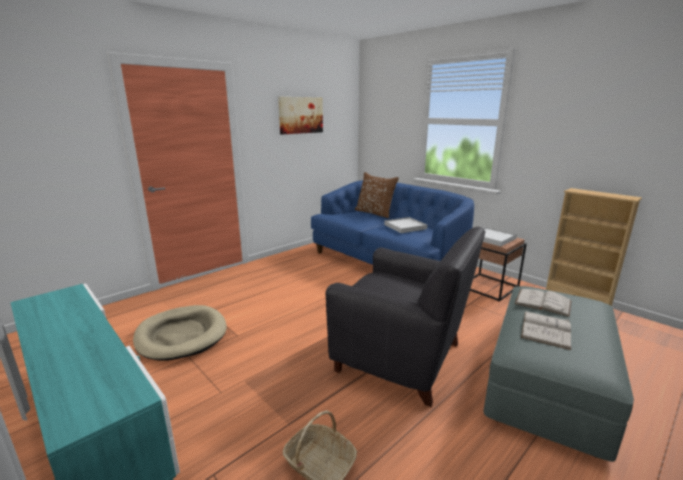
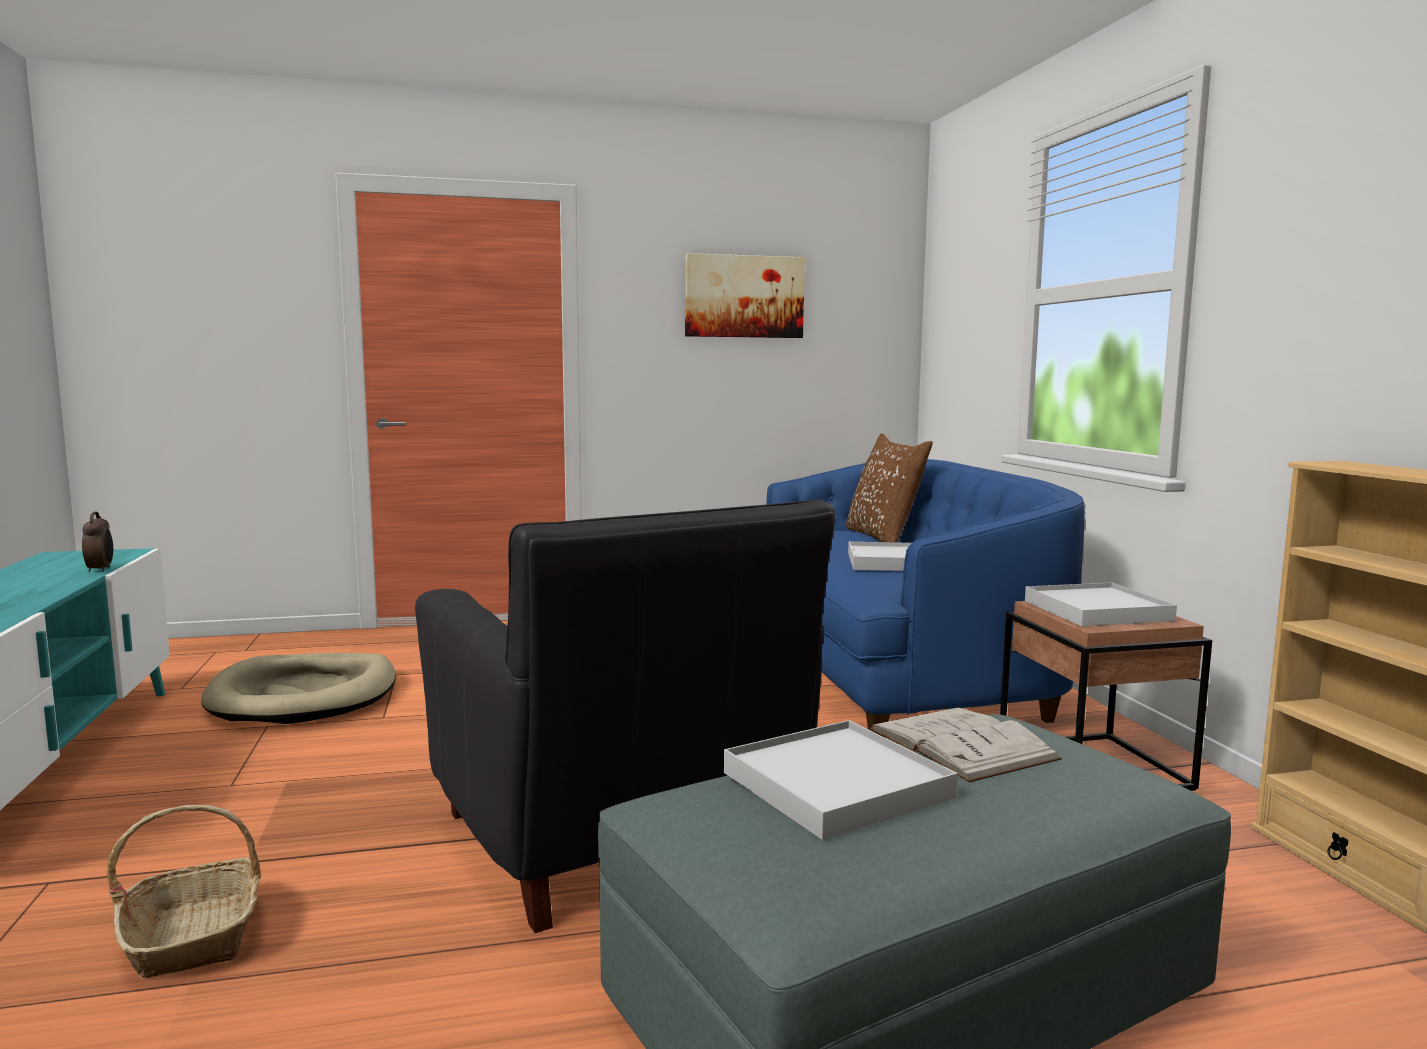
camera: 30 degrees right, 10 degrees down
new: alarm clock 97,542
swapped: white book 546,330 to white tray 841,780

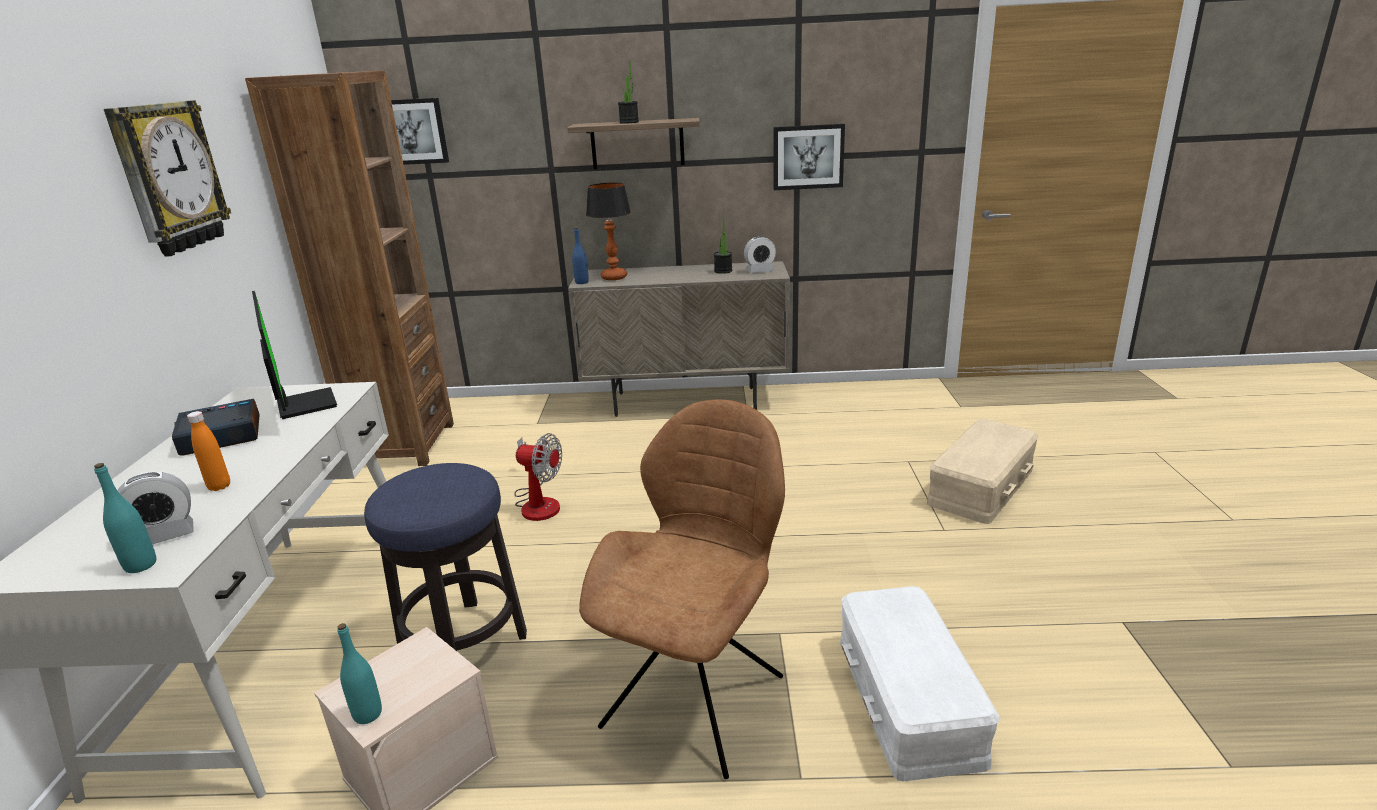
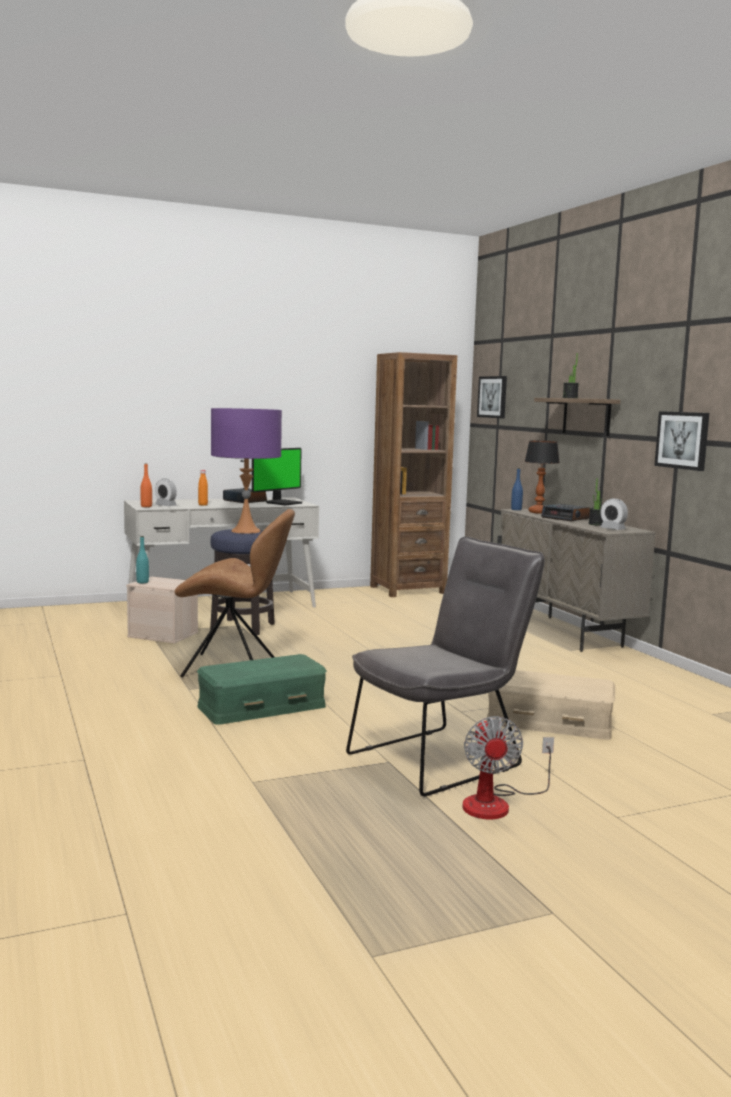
camera: 65 degrees right, 15 degrees down
gone: wall clock 167,178
new: purple table lamp 246,471; grey chair 445,666; alarm clock 565,512
shifted: fan 538,477 to 508,768
repainted: turquoise bottle 125,518 to orange bottle 146,485; white storage box 920,683 to green storage box 262,689

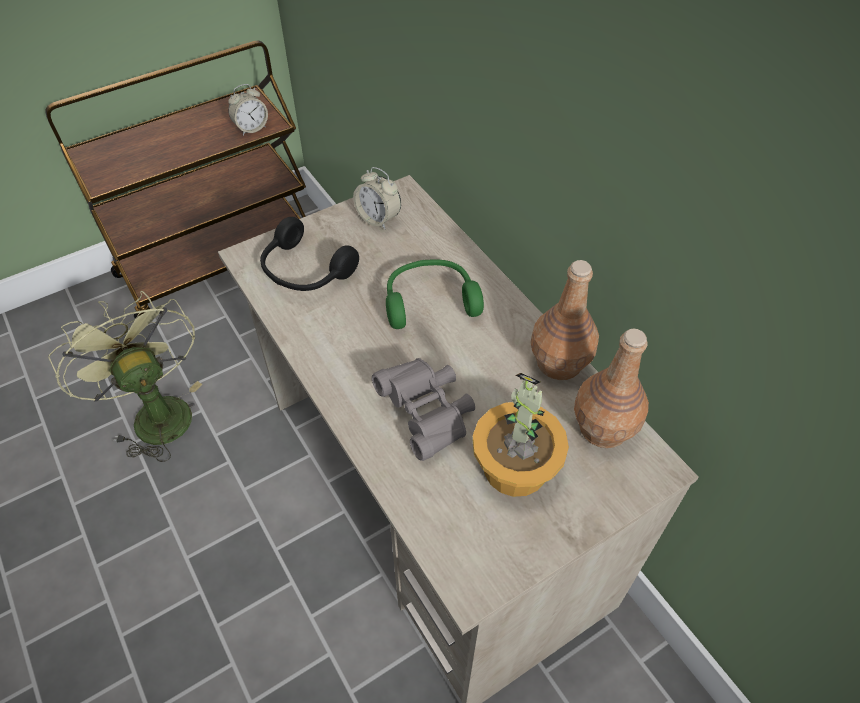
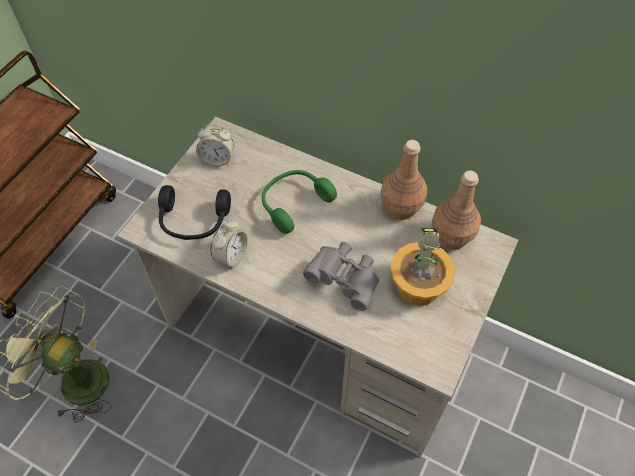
camera: 30 degrees left, 5 degrees up
shifted: alarm clock 248,109 to 229,244

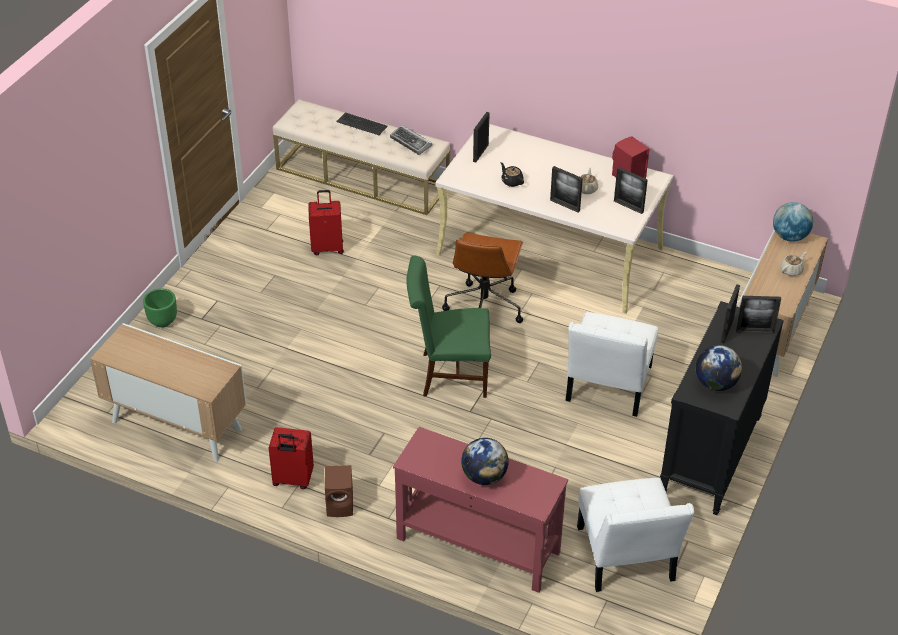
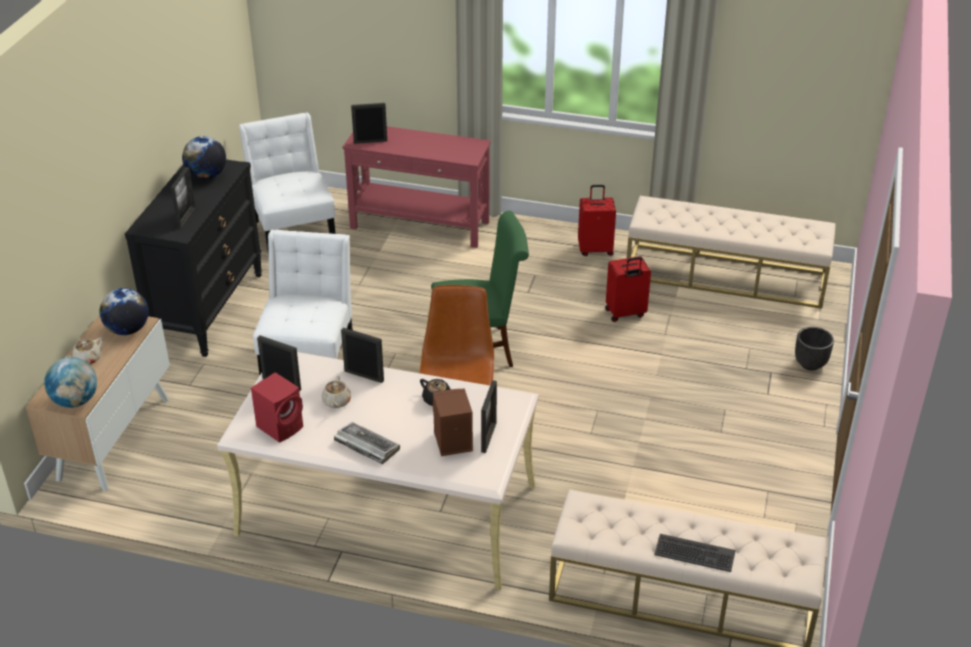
camera: 170 degrees right, 5 degrees down
shifted: globe 485,461 to 124,311; keyboard 411,140 to 367,443; picture frame 758,315 to 369,123; brown speaker 339,491 to 453,422; red suitcase 326,222 to 628,289
swapped: cabinet 168,392 to beige bench 731,252
repainted: green planter 160,307 to black planter 814,349

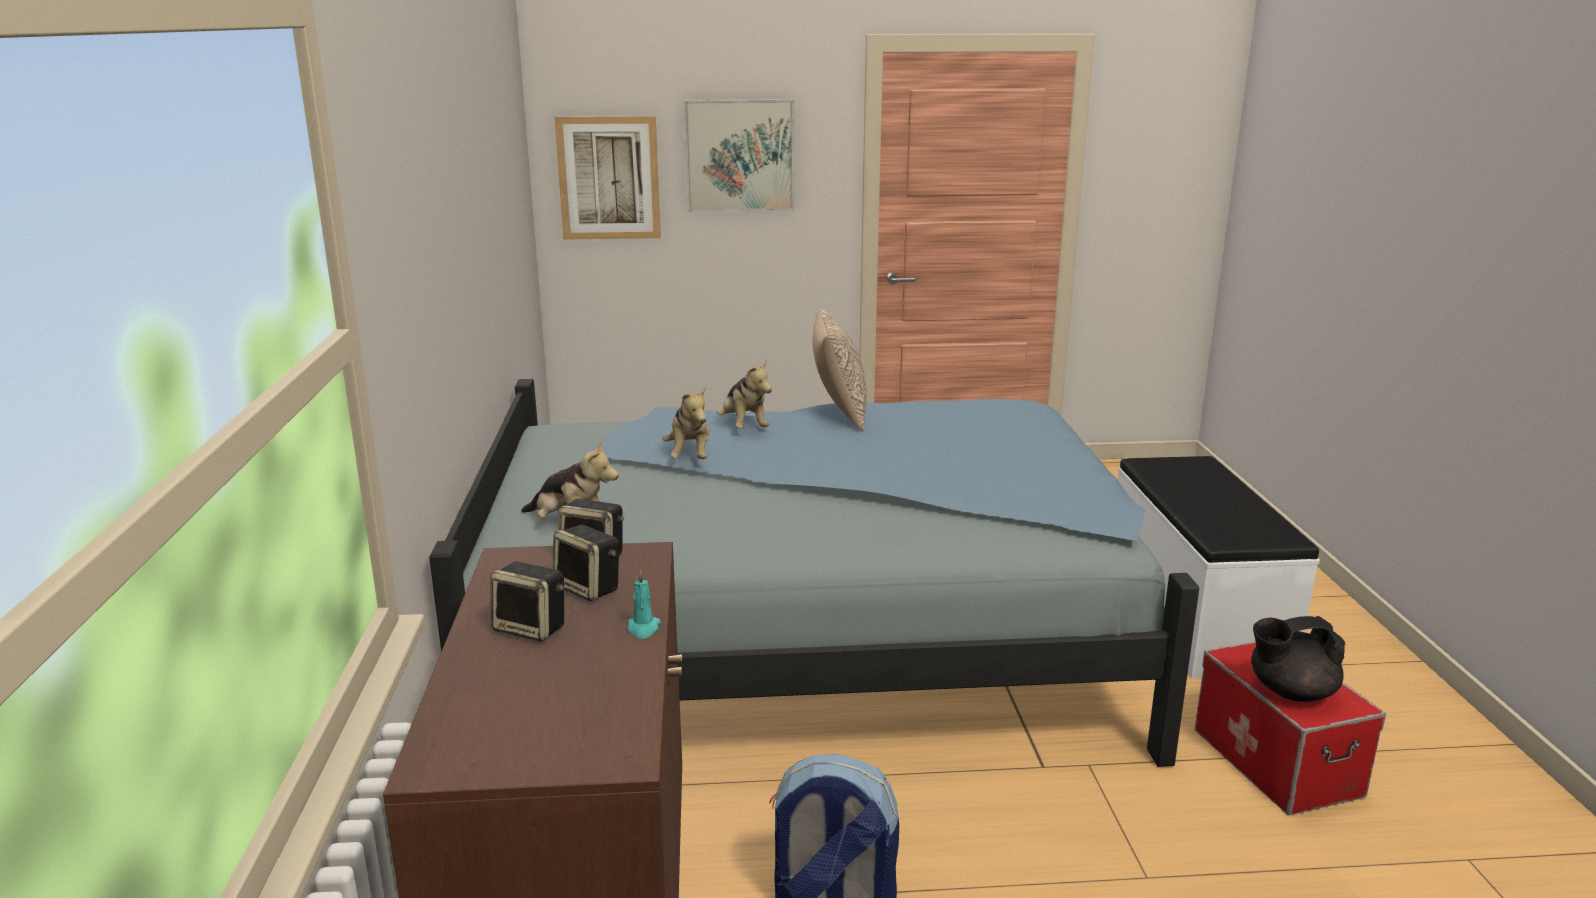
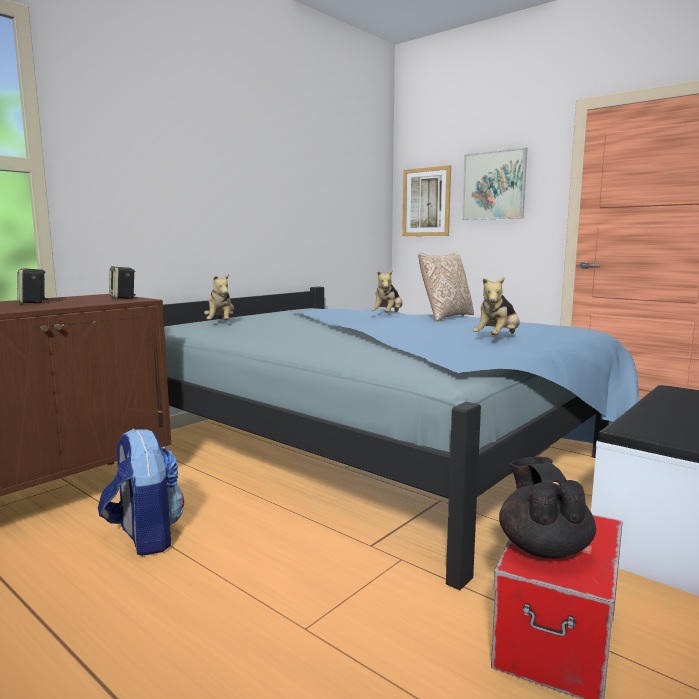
camera: 45 degrees right, 10 degrees down
gone: speaker 586,563; turquoise candle 644,604
shifted: plush toy 686,422 to 496,306
rotated: black teapot 1298,659 = 547,507 45 degrees clockwise

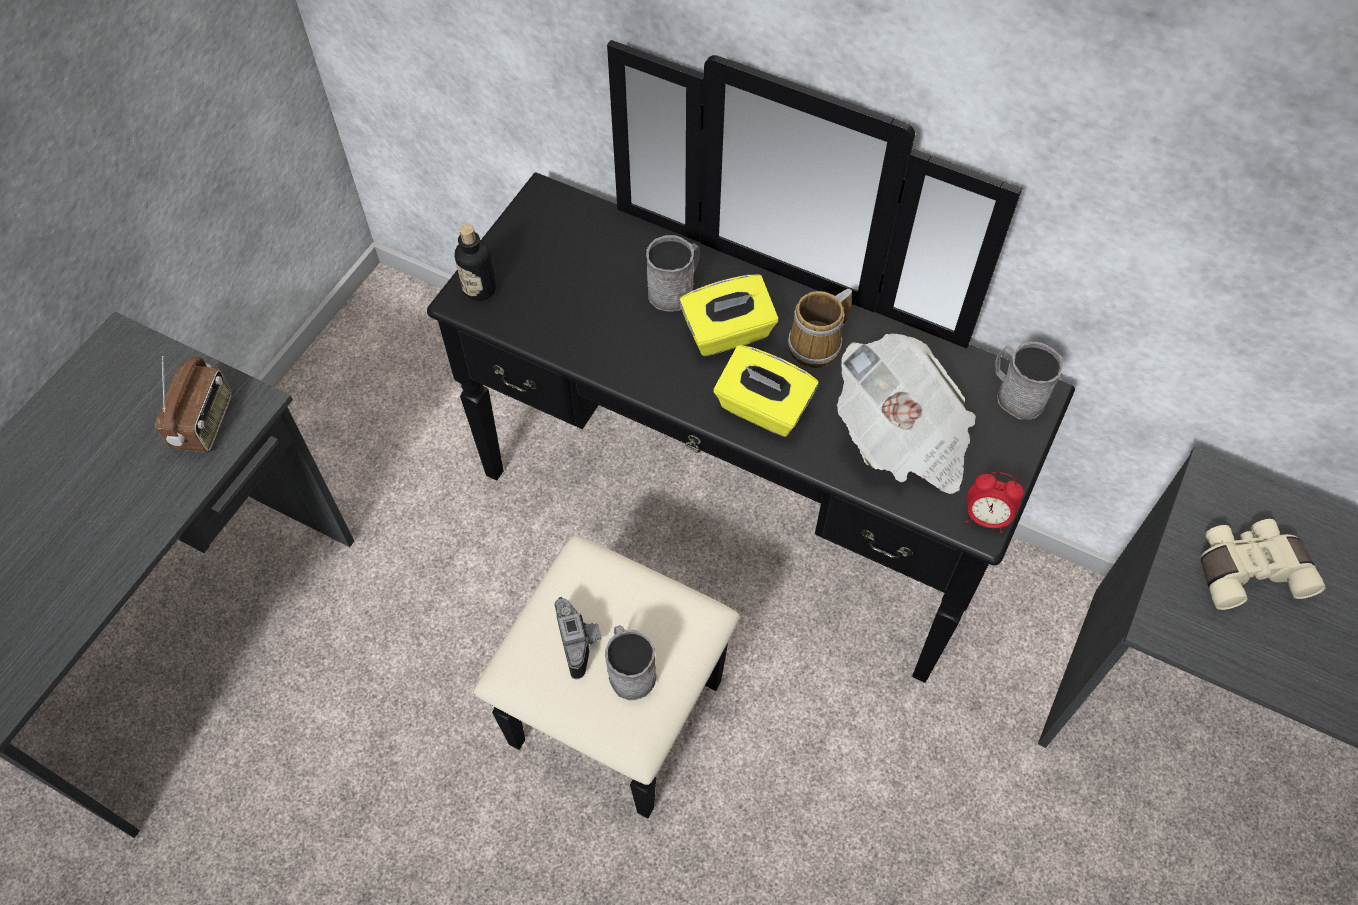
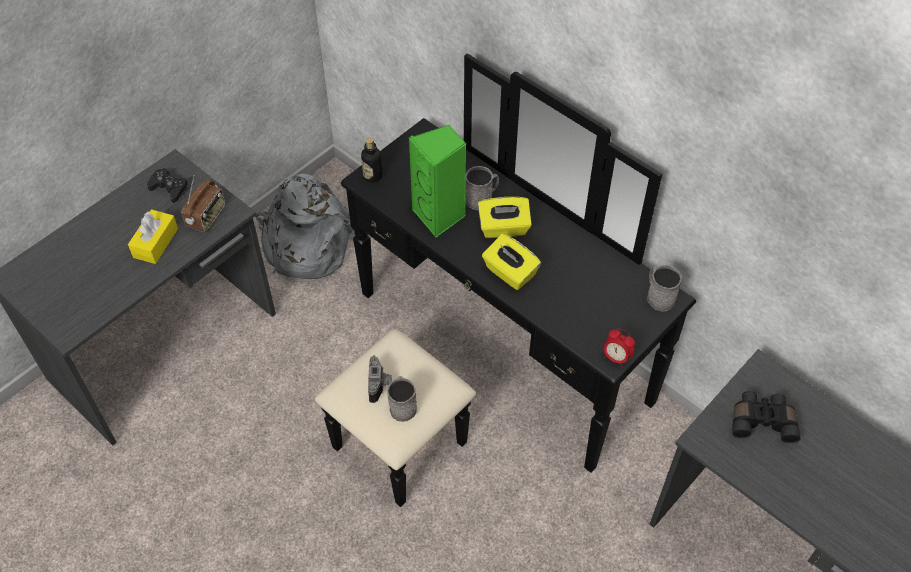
camera: 15 degrees right, 5 degrees down
gone: mug 820,328; newspaper 906,414
new: yellow tissue box 153,236; black game controller 168,185; grey backpack 305,226; green speaker 437,181
repainted: beige binoculars 1263,564 to black binoculars 766,417

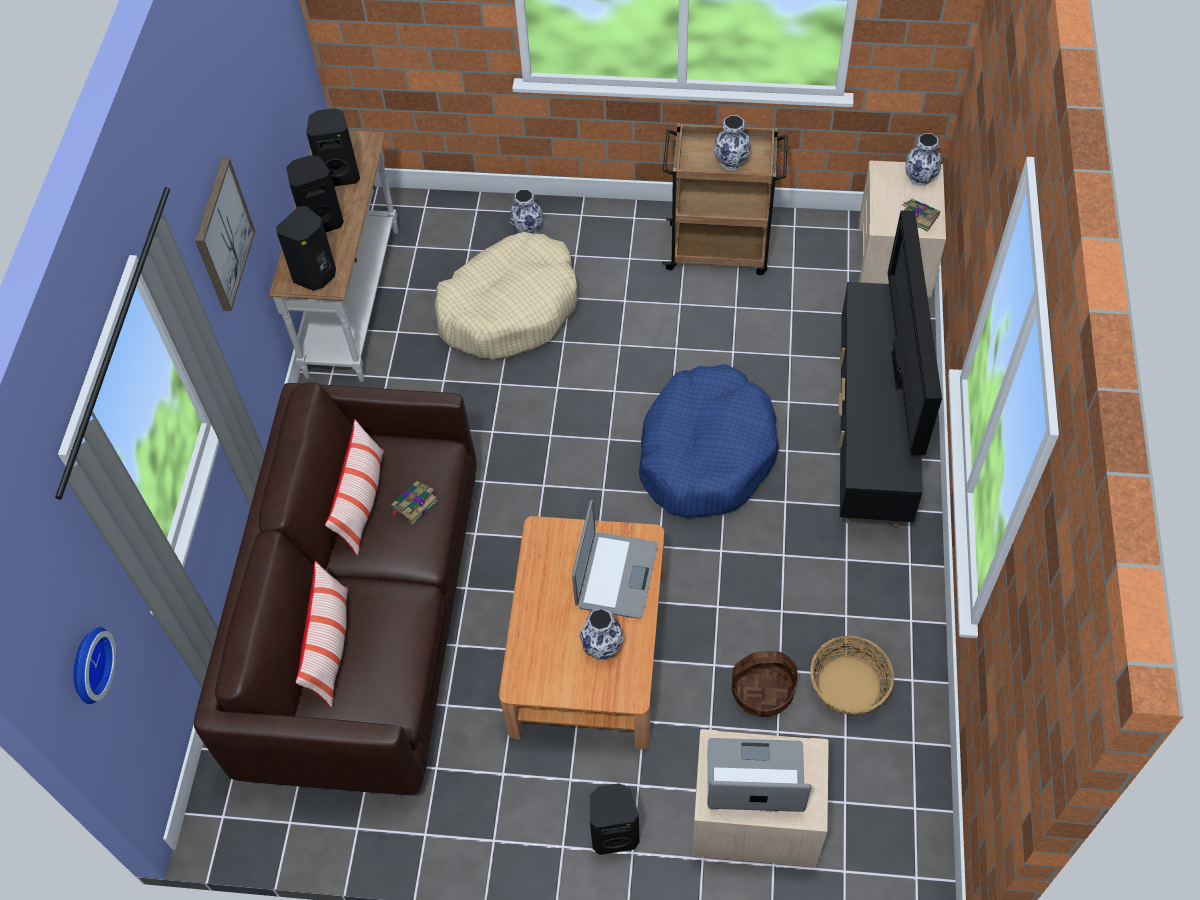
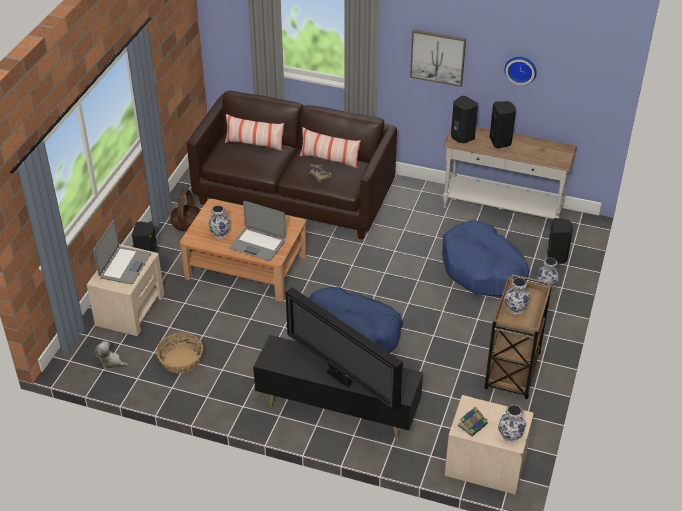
camera: 100 degrees right, 15 degrees down
new: plush toy 111,355
shifted: basket 764,684 to 185,210; wall clock 94,665 to 521,71; black speaker 333,147 to 560,241
repainted: beige dog bed 506,295 to blue dog bed 485,258
rotated: television 915,332 = 344,348 150 degrees counterclockwise

